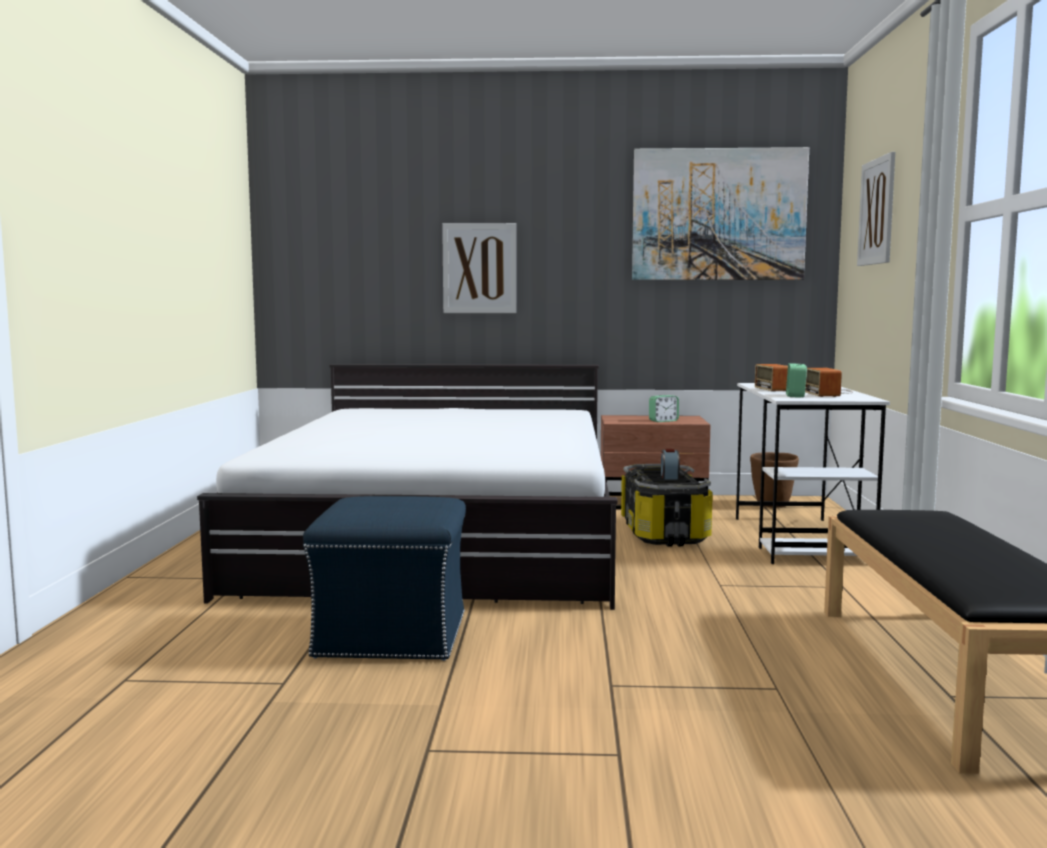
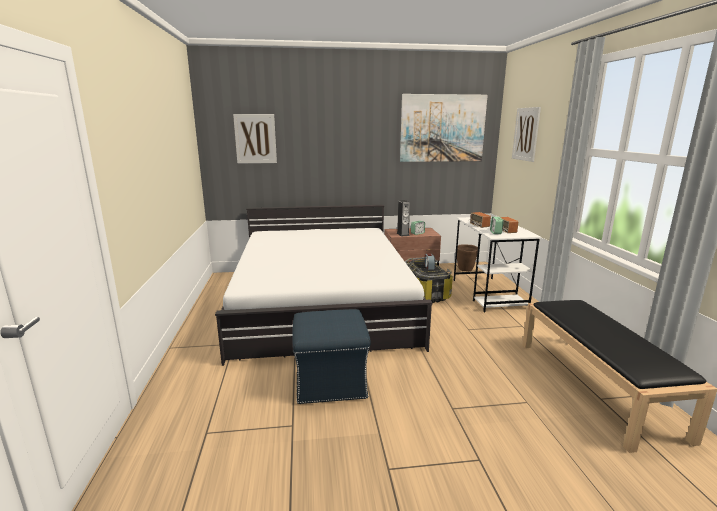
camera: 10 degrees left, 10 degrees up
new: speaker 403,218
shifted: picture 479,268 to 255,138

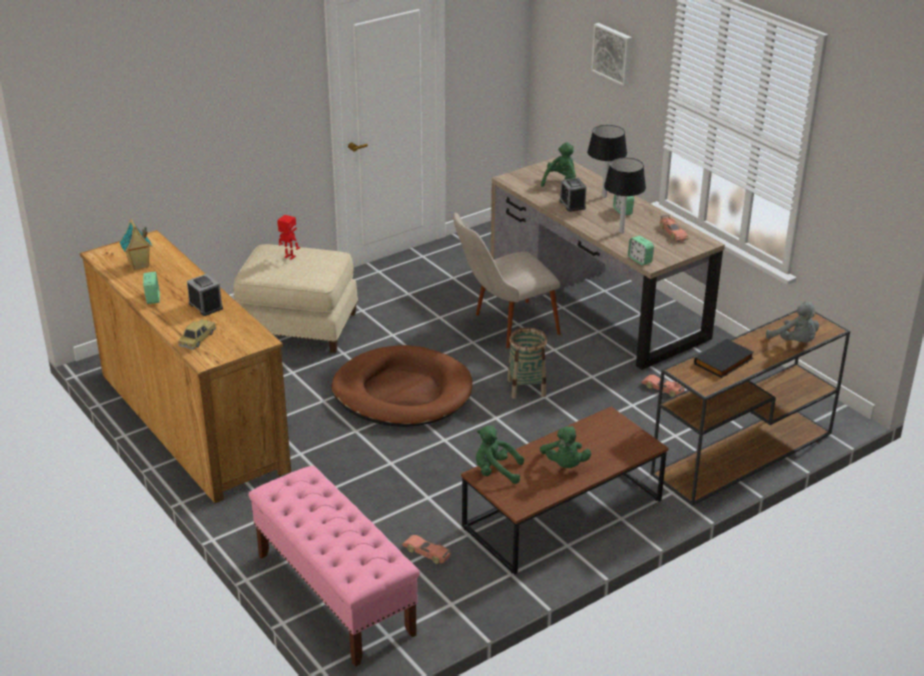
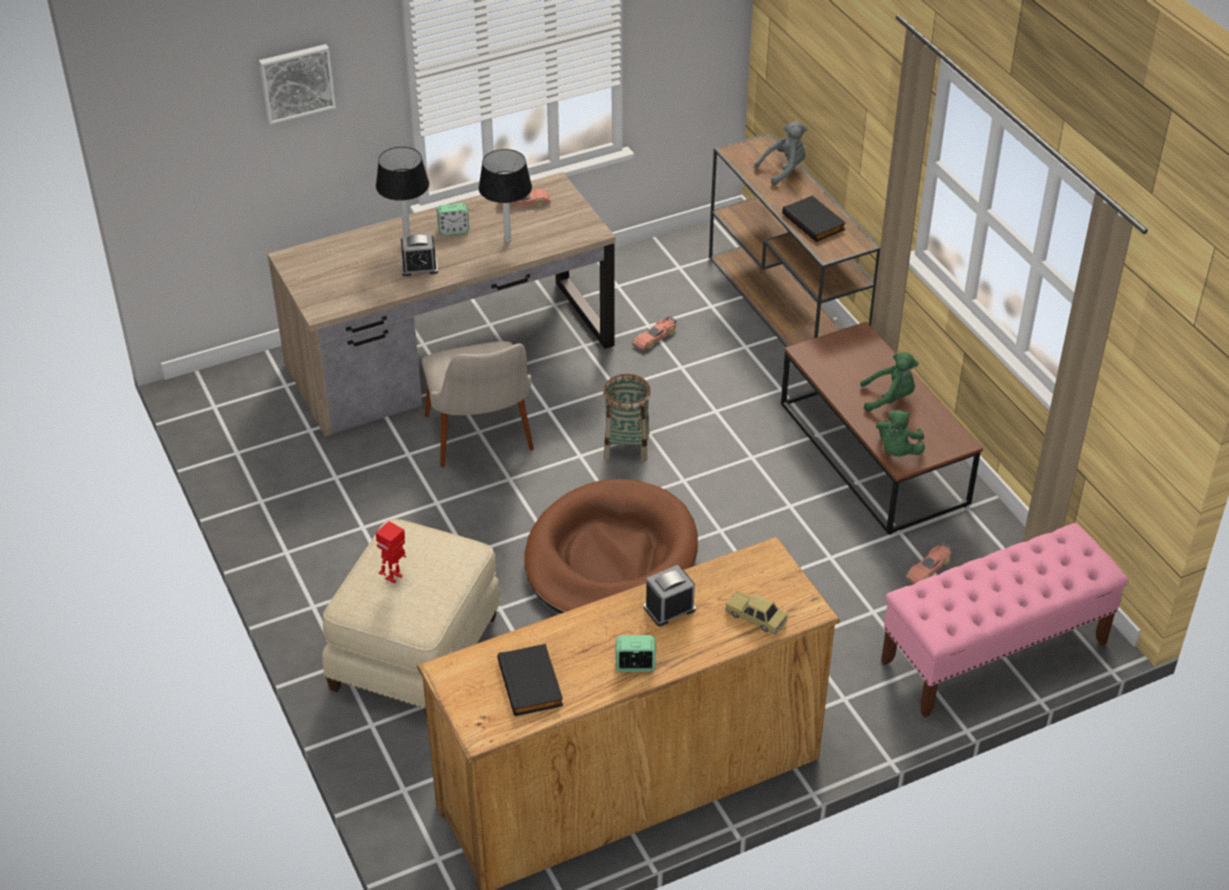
camera: 80 degrees left, 10 degrees up
gone: green plush toy 558,164; alarm clock 641,250
swapped: toy house 136,245 to black book 530,680

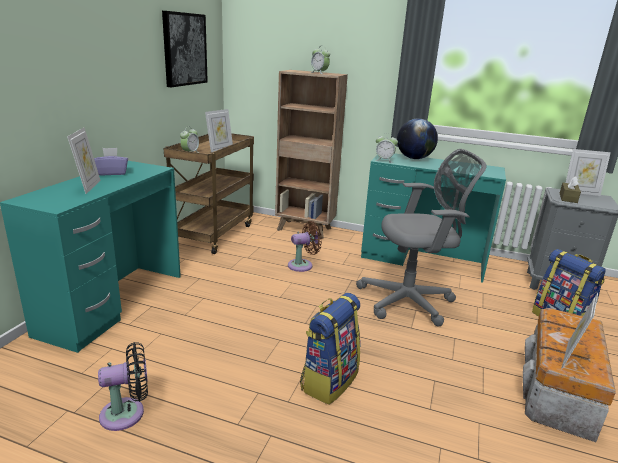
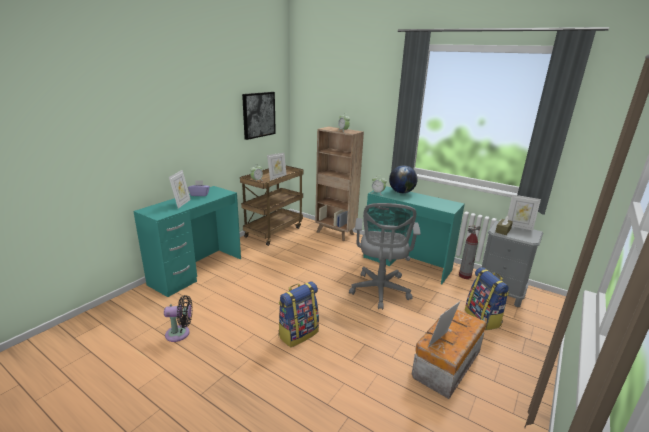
camera: 15 degrees right, 0 degrees up
gone: brown fan 305,246
new: fire extinguisher 470,252
rotated: grey office chair 421,237 = 385,256 90 degrees clockwise

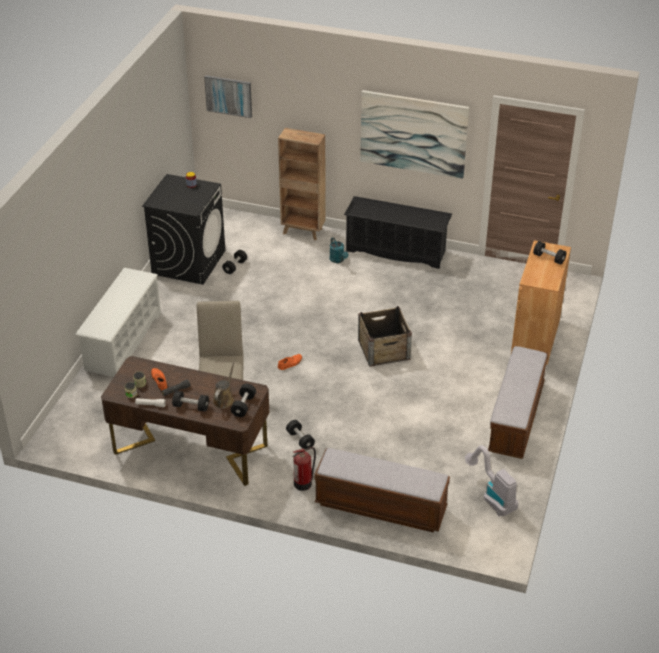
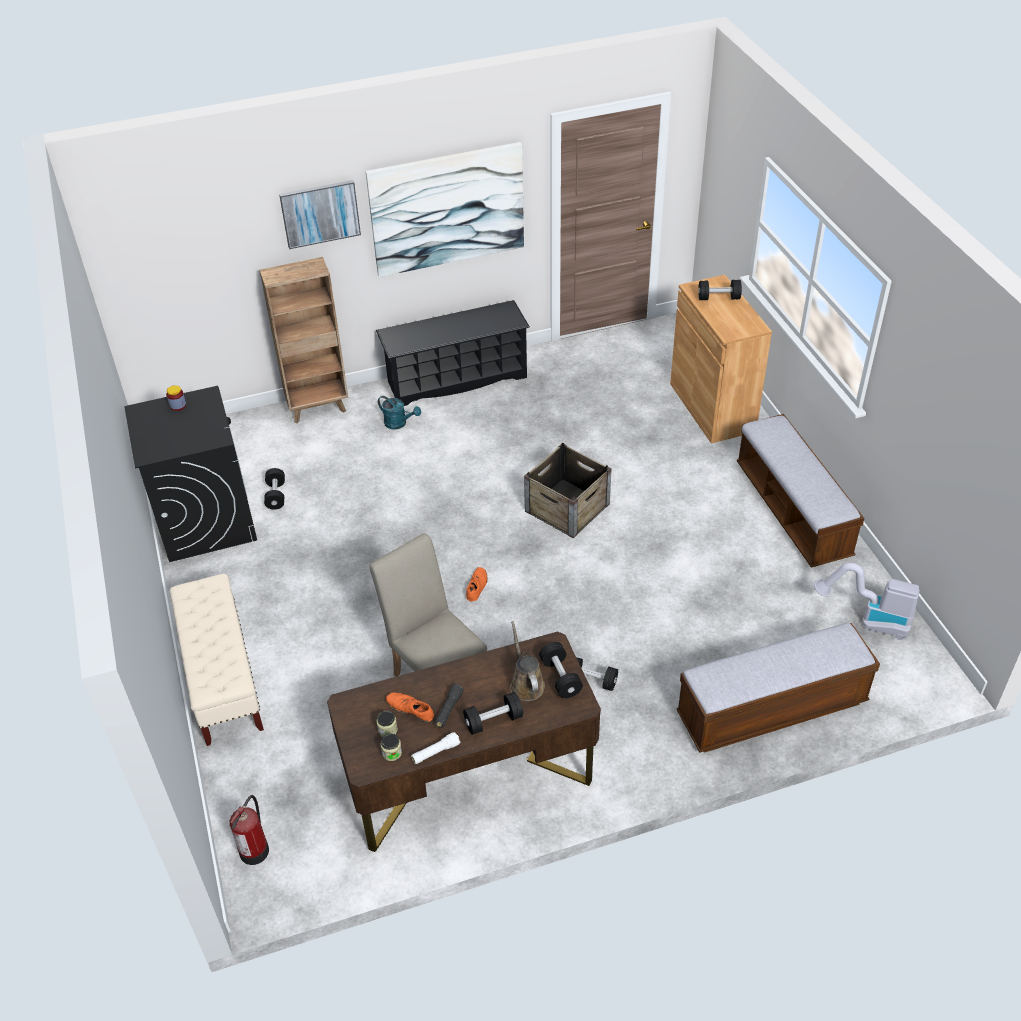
camera: 35 degrees left, 5 degrees up
shifted: fire extinguisher 304,469 to 249,830; picture 228,96 to 320,214
swapped: white shoe rack 118,322 to beige bench 216,660

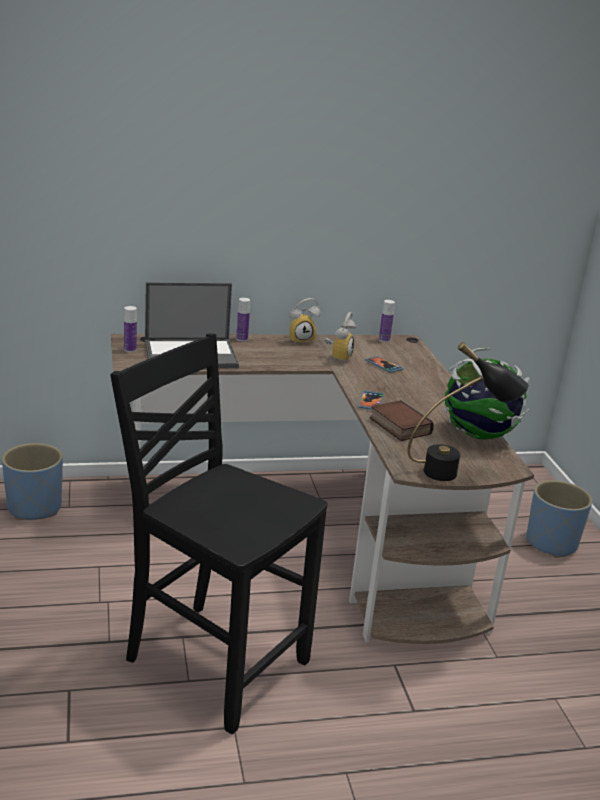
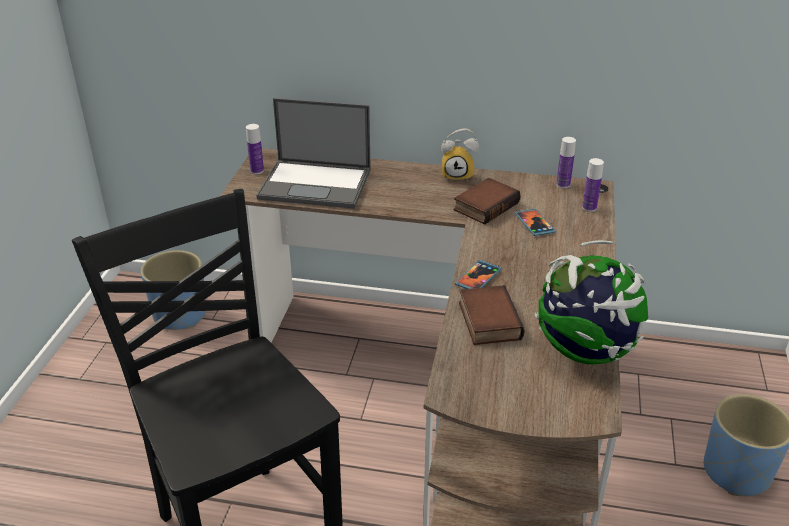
camera: 25 degrees right, 10 degrees up
gone: black table lamp 468,411
shifted: bottle 243,320 to 593,185
swapped: alarm clock 340,337 to book 487,201

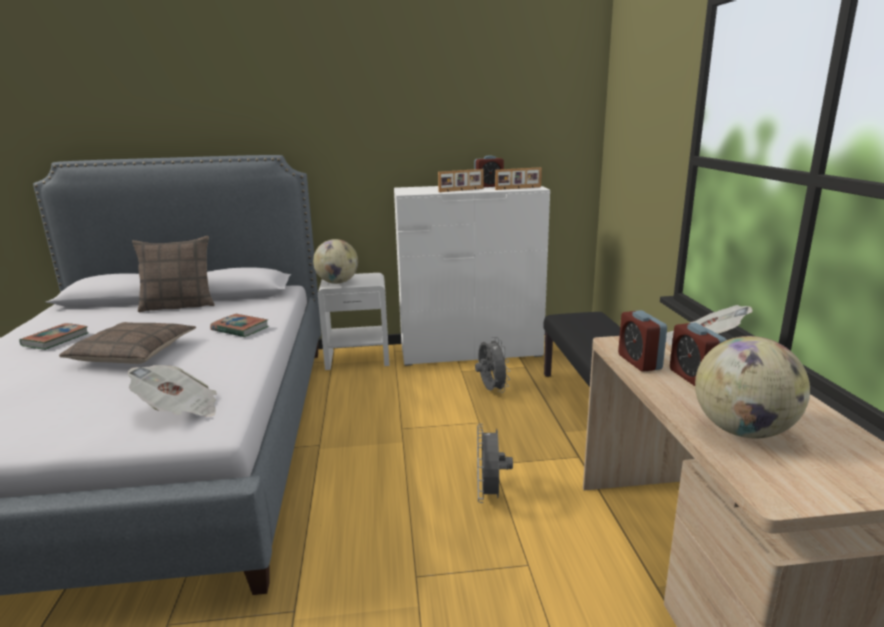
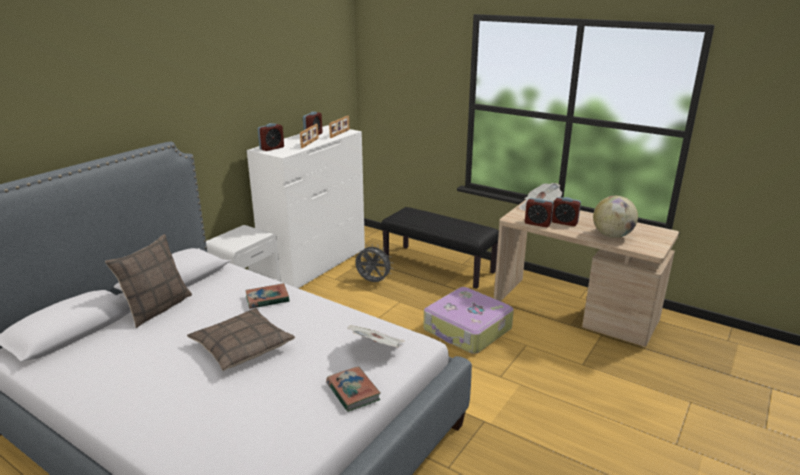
camera: 50 degrees left, 5 degrees up
gone: globe 335,261
new: alarm clock 271,137
shifted: book 54,336 to 353,389
swapped: grey fan 495,463 to suitcase 469,320

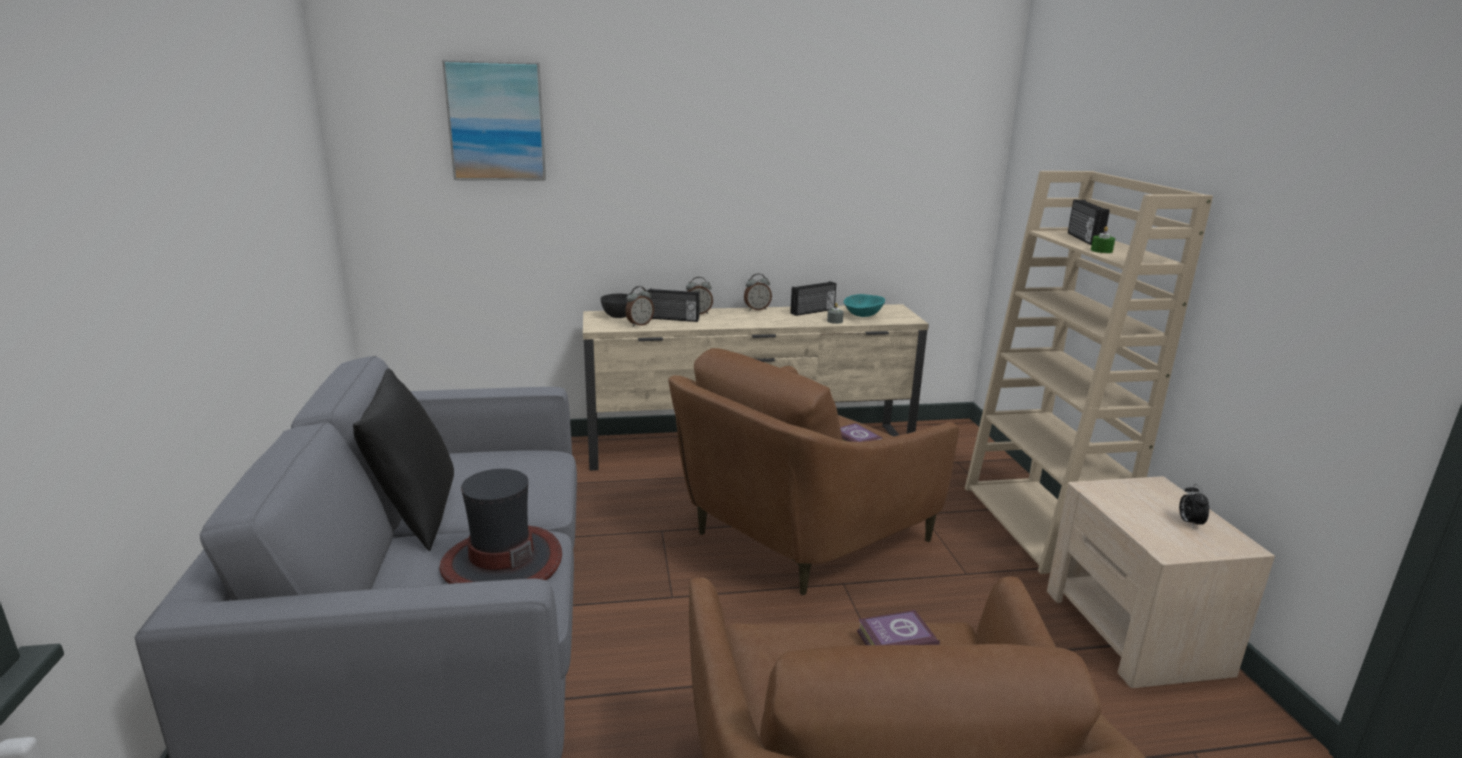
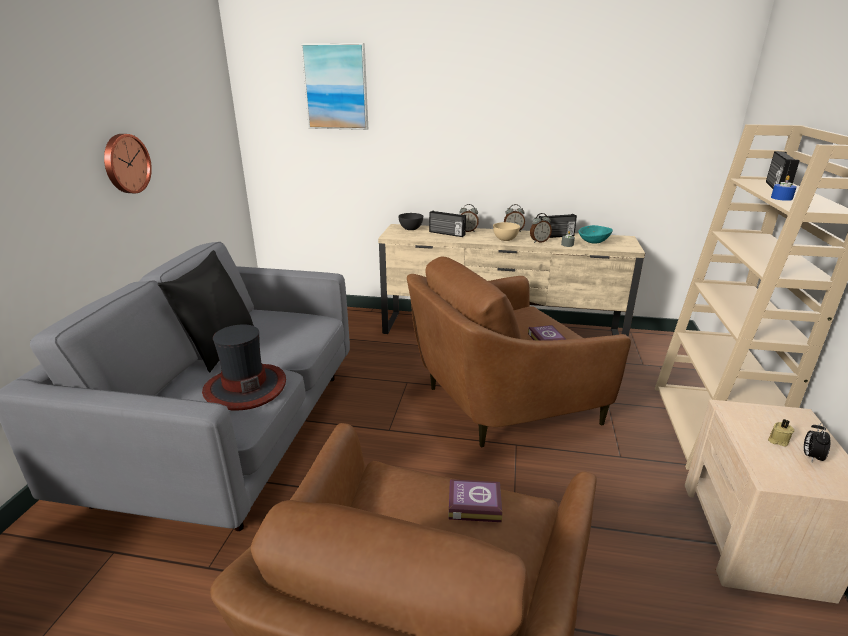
camera: 20 degrees right, 5 degrees up
new: wall clock 128,163; beige bowl 506,231; beige candle 781,433
shifted: alarm clock 639,306 to 541,228
repainted: green candle 1103,239 to blue candle 784,188

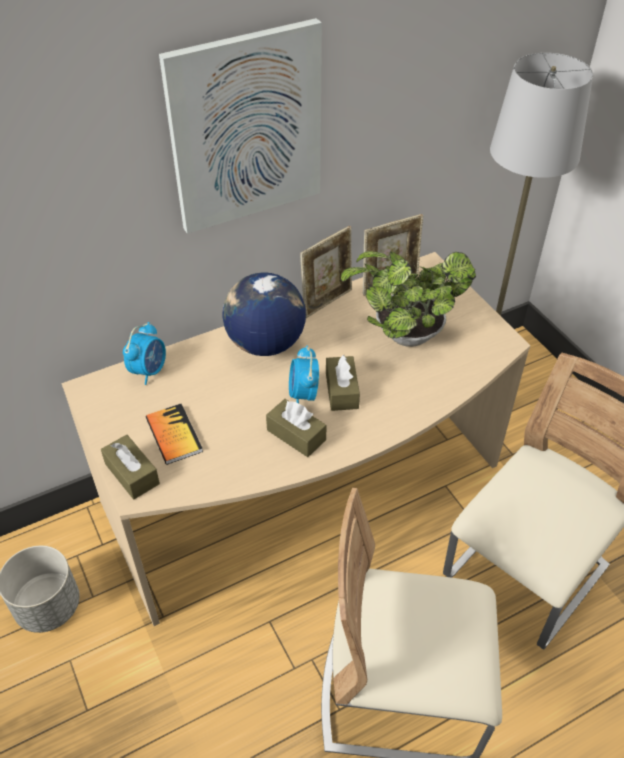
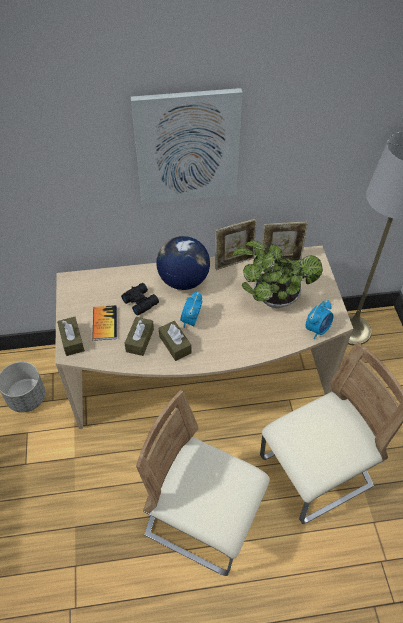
camera: 20 degrees right, 5 degrees up
new: black binoculars 140,299
shifted: brown tissue box 343,383 to 139,336; alarm clock 144,353 to 319,319

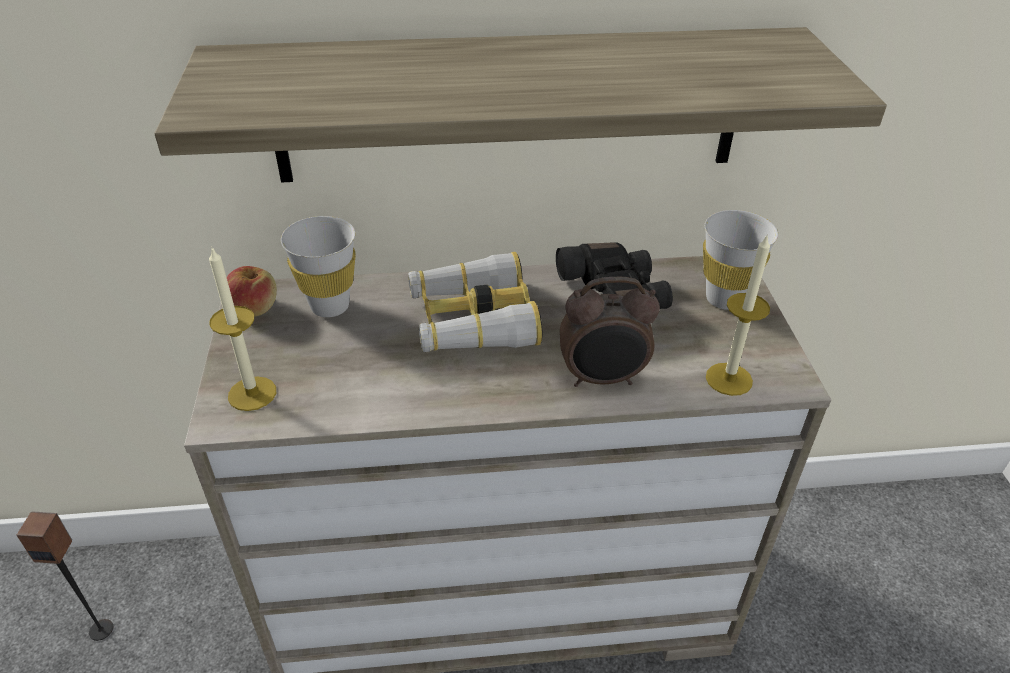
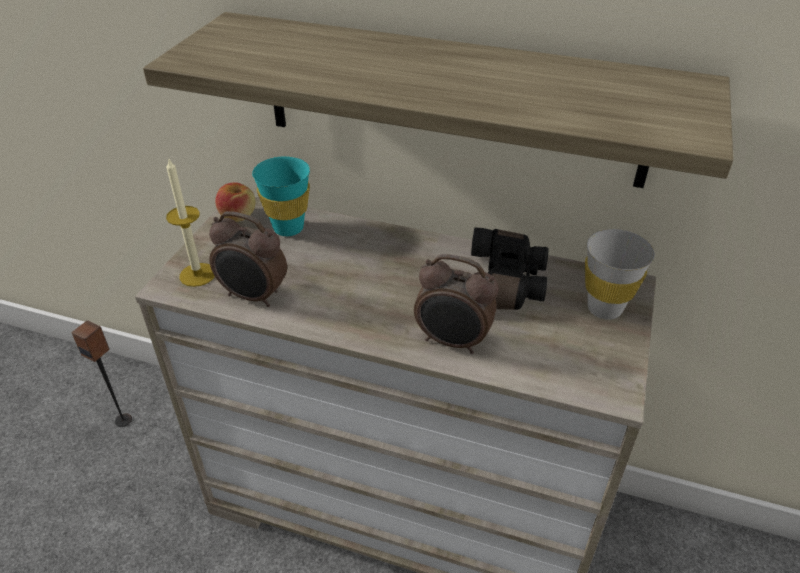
camera: 25 degrees right, 0 degrees up
gone: binoculars 475,302; candle 738,315
new: alarm clock 248,259
repainted: white cup 318,266 to turquoise cup 281,196

